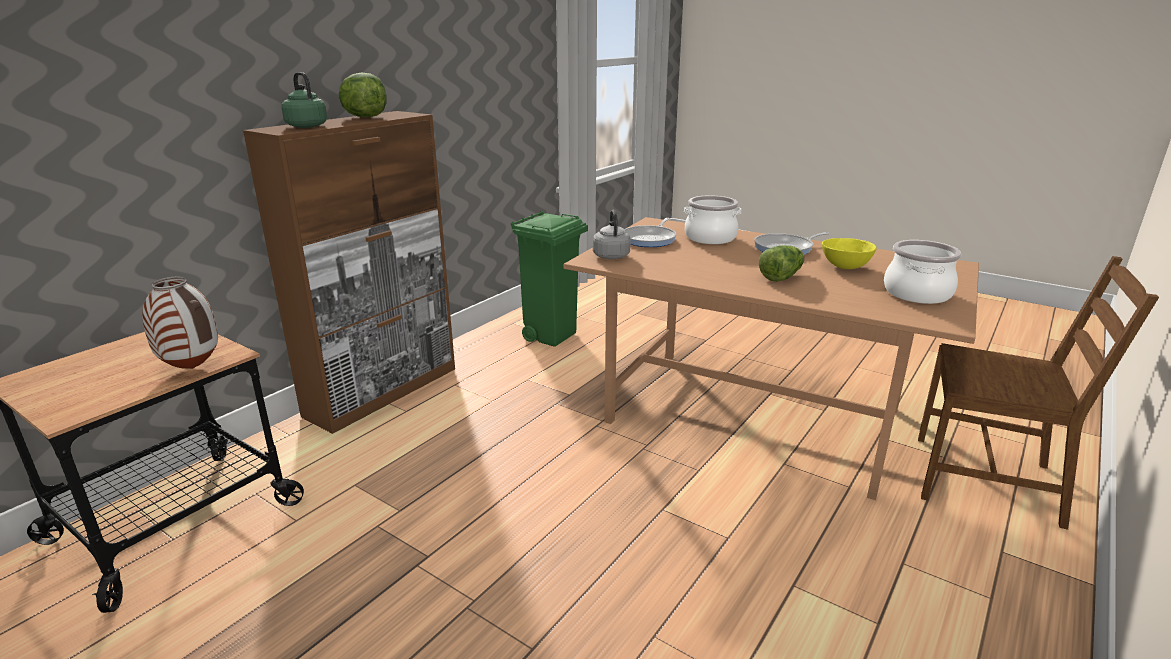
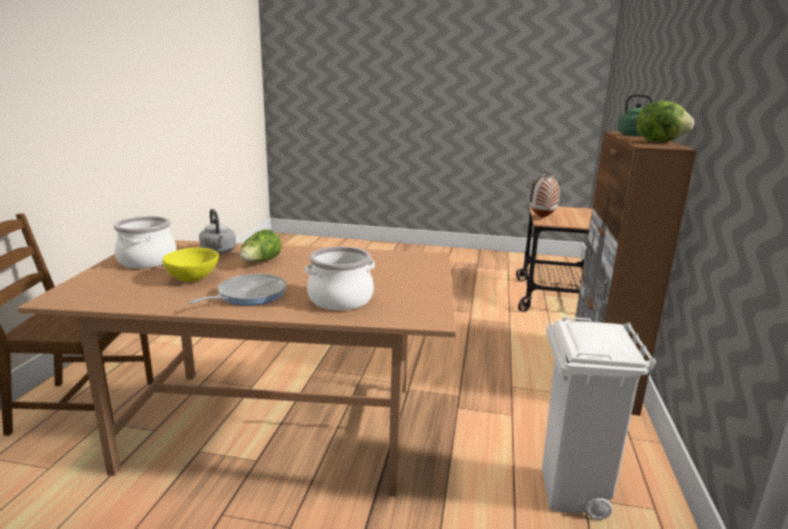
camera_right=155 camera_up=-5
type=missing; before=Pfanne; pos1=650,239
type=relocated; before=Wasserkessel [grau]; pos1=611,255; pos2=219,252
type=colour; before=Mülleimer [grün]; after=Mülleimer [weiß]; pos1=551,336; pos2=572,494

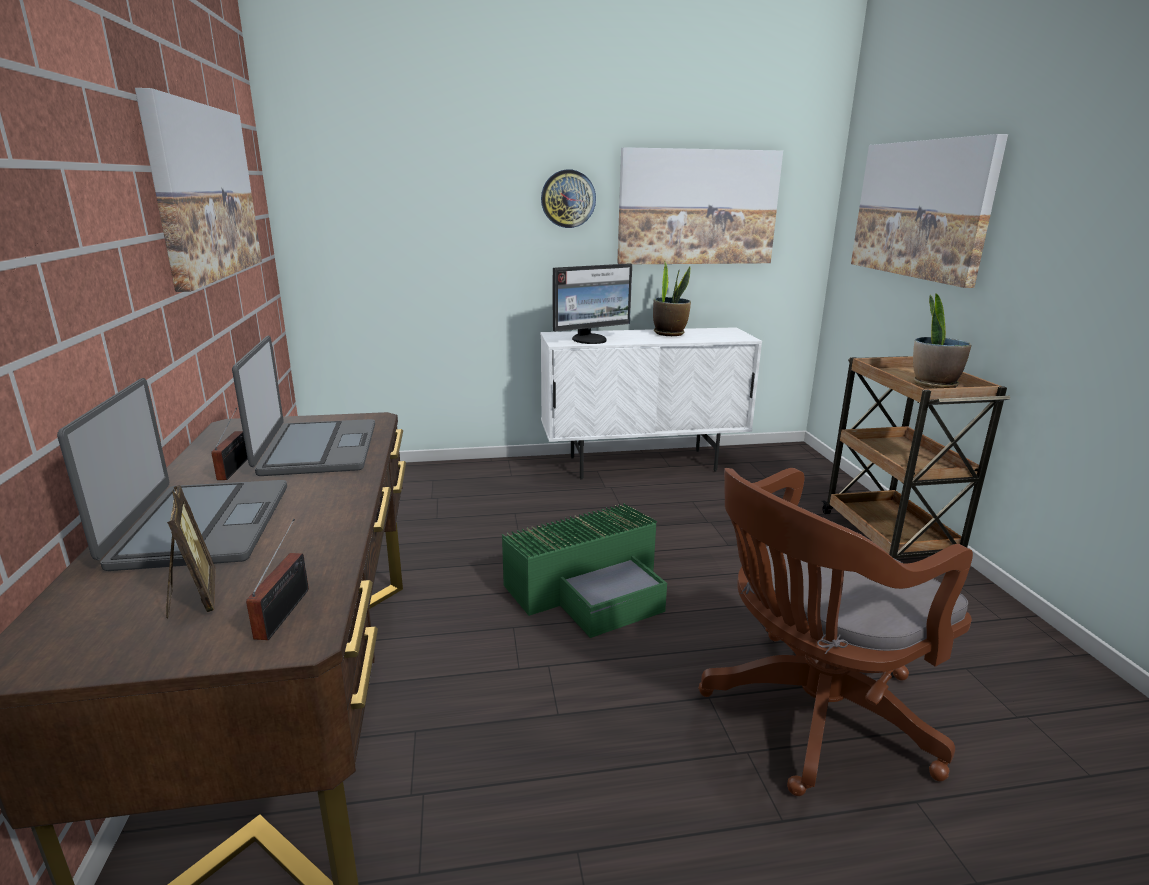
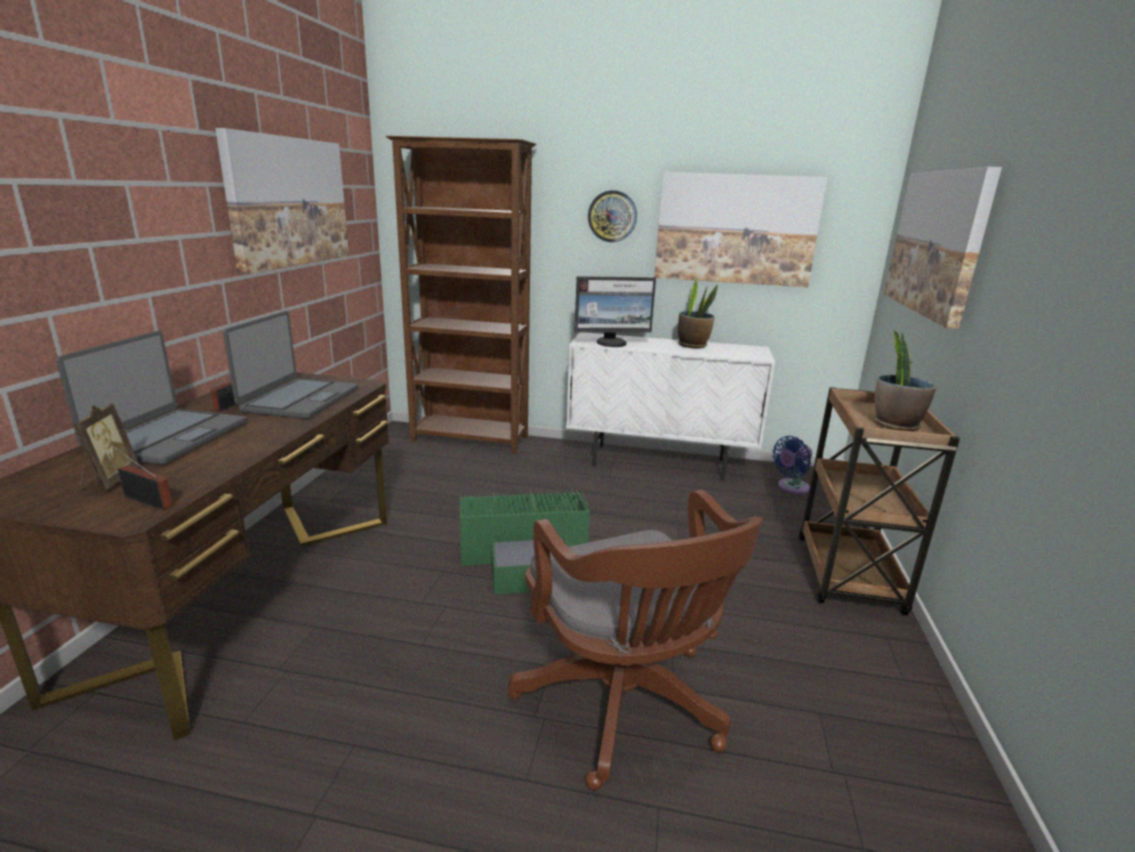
camera_right=20 camera_up=0
type=appeared; after=Bücherregal [braun]; pos2=470,440
type=appeared; after=Ventilator [blau]; pos2=791,488
type=spun; before=Radio; pos1=286,610; pos2=146,500; turn=-90
type=spun; before=Bürostuhl [braun]; pos1=809,715; pos2=624,707; turn=-105

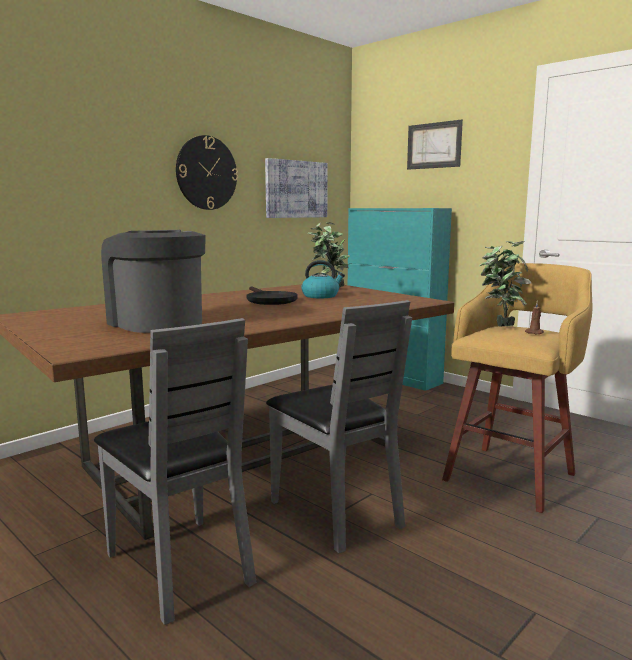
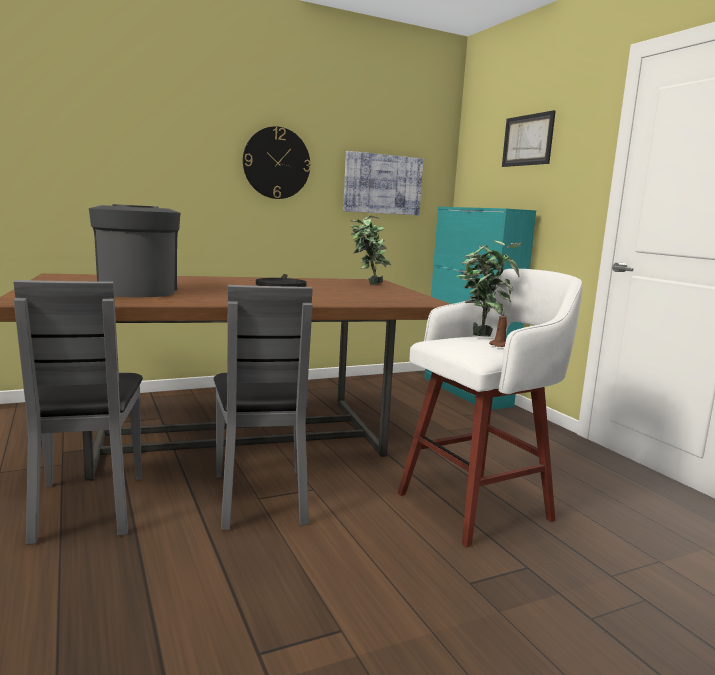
camera_right=20 camera_up=0
type=missing; before=Wasserkessel; pos1=321,296
type=colour; before=Hocker [gelb]; after=Hocker [weiß]; pos1=511,475; pos2=478,506

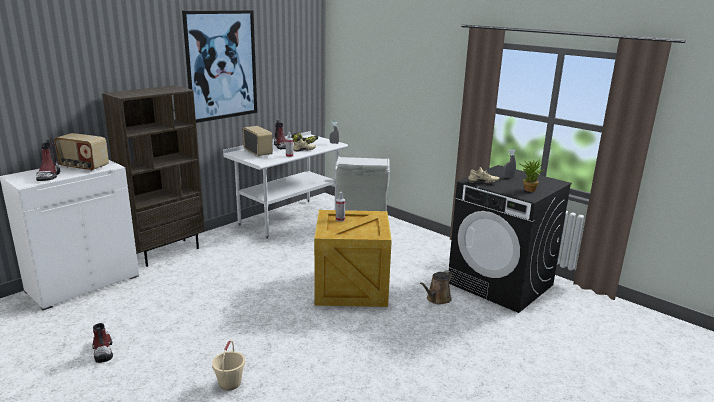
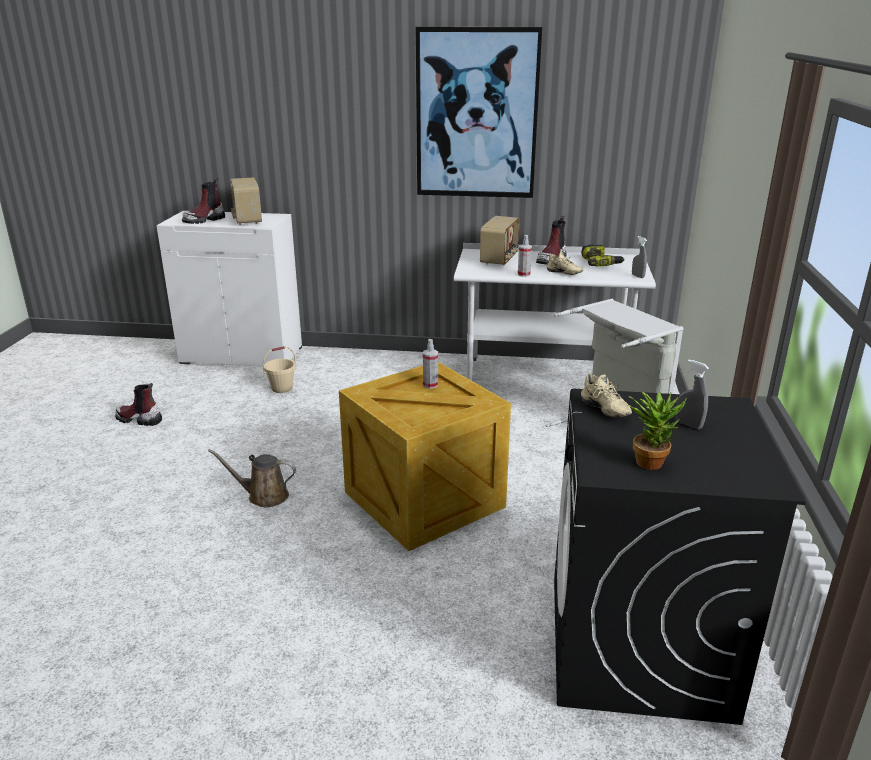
camera_right=55 camera_up=5
type=missing; before=Bücherregal [braun]; pos1=166,252
type=relocated; before=Eimer [beige]; pos1=229,383; pos2=282,388
type=relocated; before=Gießkanne [braun]; pos1=437,299; pos2=264,496
type=spun; before=Stiefel; pos1=102,350; pos2=138,419; turn=-105

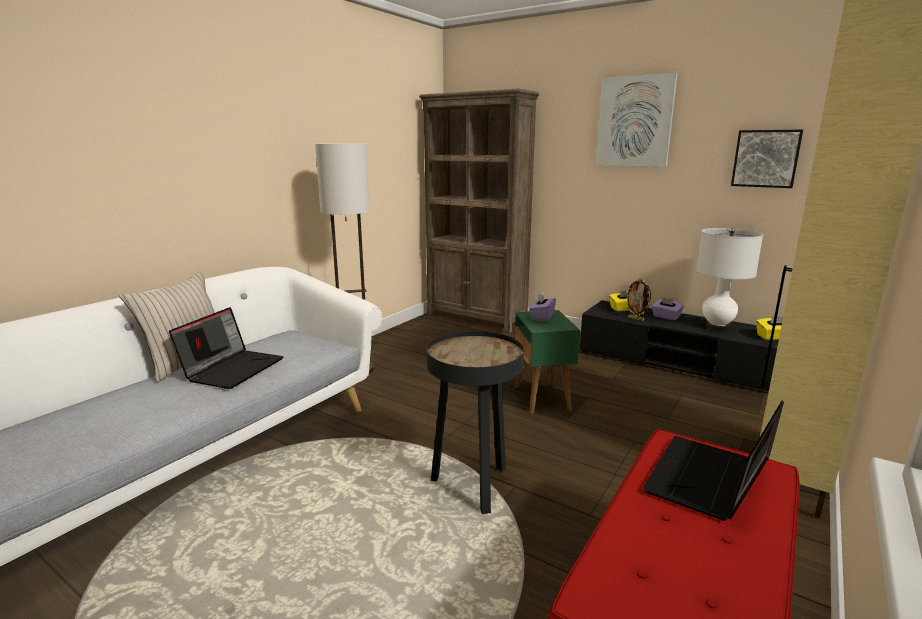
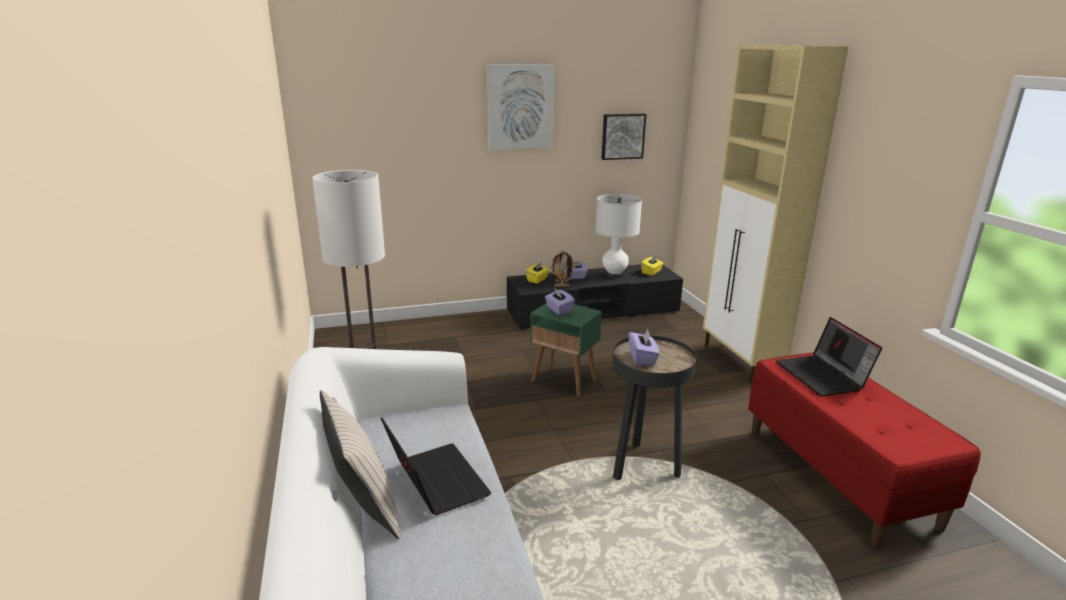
camera_right=-50 camera_up=5
type=missing; before=Bücherregal [braun]; pos1=476,319
type=appeared; after=Taschentuchbox [lila]; pos2=642,358

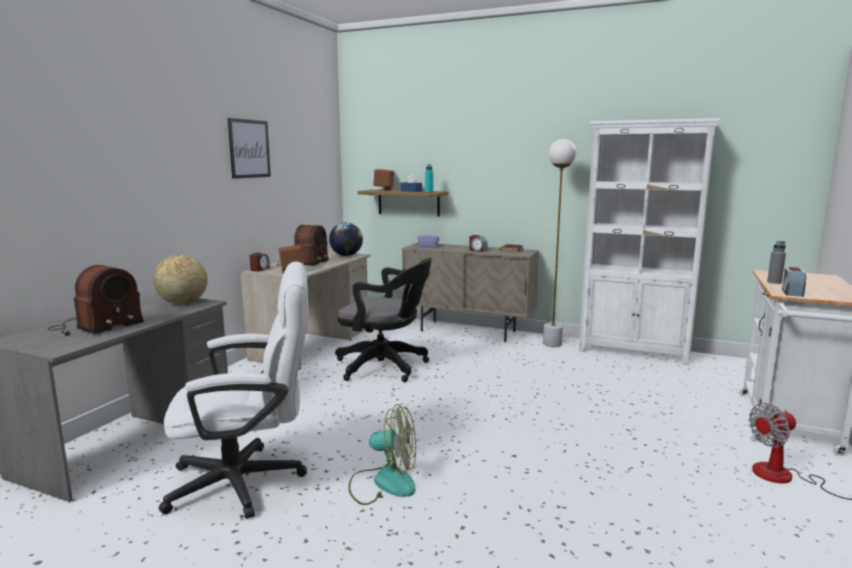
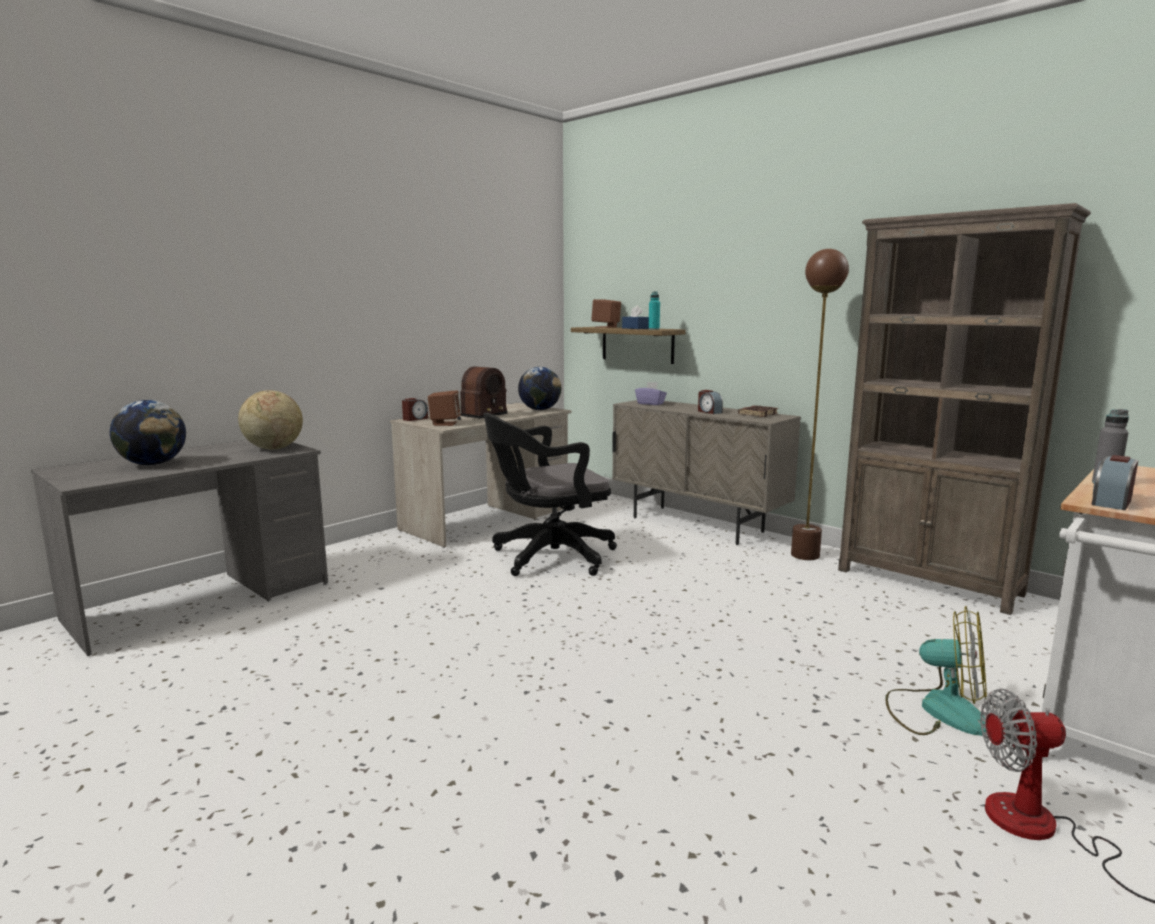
camera_right=20 camera_up=0
type=missing; before=Bürostuhl [weiß]; pos1=249,481
type=missing; before=Bild; pos1=249,149
type=relocated; before=Ventilator; pos1=383,483; pos2=937,711
type=exchanged; before=Radio; after=Globus; pos1=95,326; pos2=153,464
type=colour; before=Stehlampe [weiß]; after=Stehlampe [braun]; pos1=552,344; pos2=805,555
type=colour; before=Bücherregal [weiß]; after=Bücherregal [braun]; pos1=634,352; pos2=929,582
type=spun; before=Bürostuhl [schwarz]; pos1=386,367; pos2=548,557; turn=120

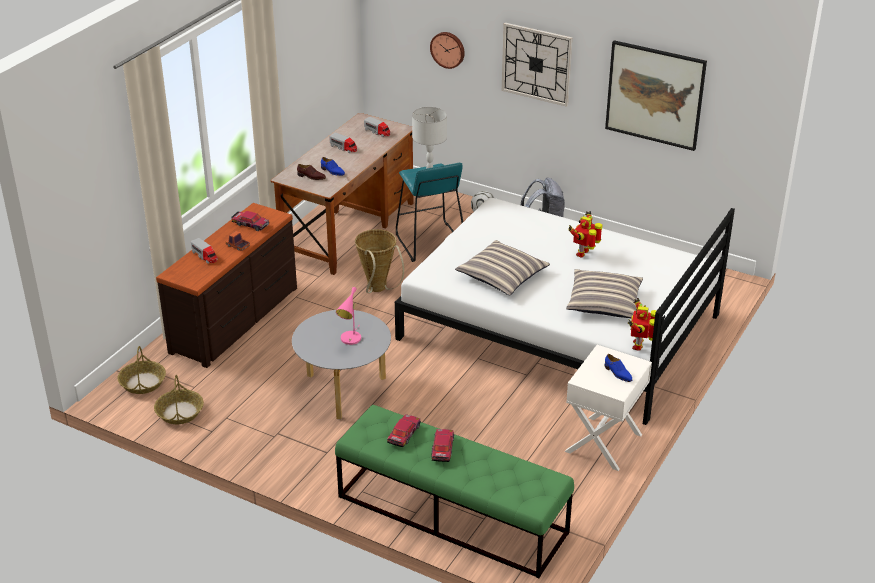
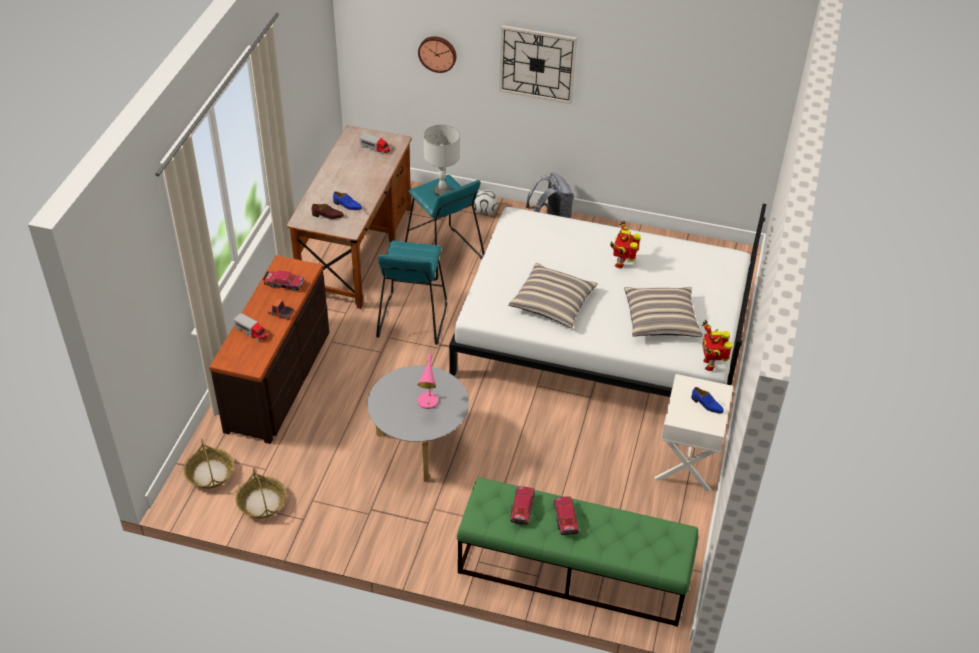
camera_right=-15 camera_up=10
type=missing; before=Spielzeuglaster; pos1=344,148
type=missing; before=Bild; pos1=655,95
type=exchanged; before=Korb; after=Hocker [türkis]; pos1=378,290; pos2=412,320

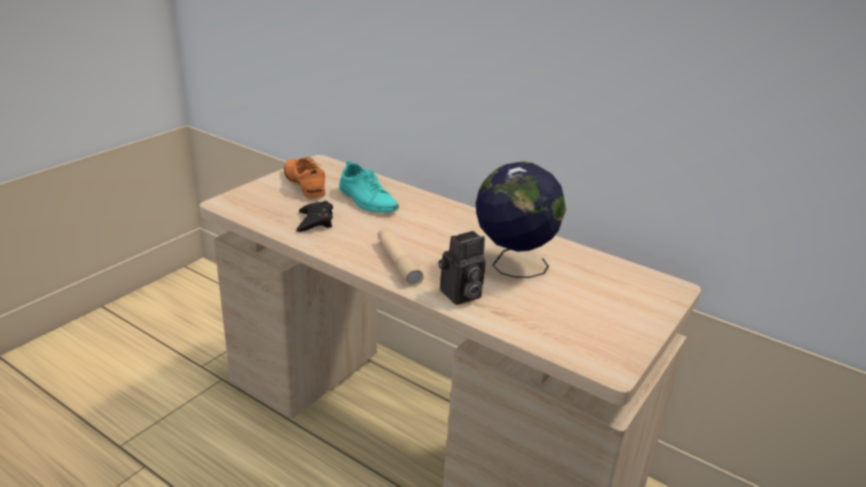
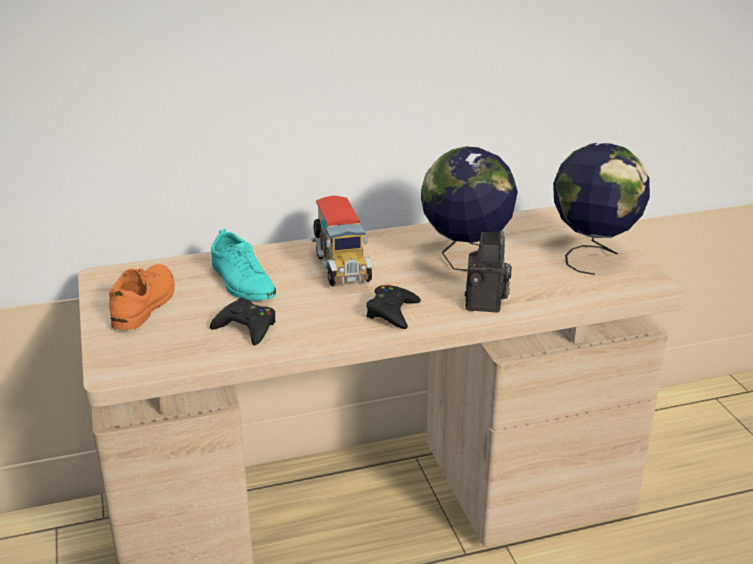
camera_right=-50 camera_up=0
type=appeared; after=Spielzeuglaster; pos2=341,268
type=appeared; after=Globus; pos2=592,256
type=exchanged; before=Taschenlampe [beige]; after=Gamepad [schwarz]; pos1=398,262; pos2=392,312
type=spun; before=Schuh [orange]; pos1=304,183; pos2=144,303; turn=90
type=spun; before=Schuh [türkis]; pos1=367,200; pos2=242,282; turn=60

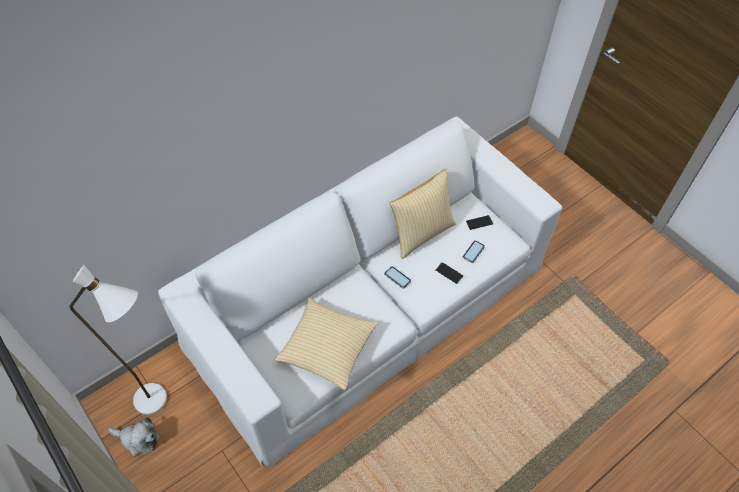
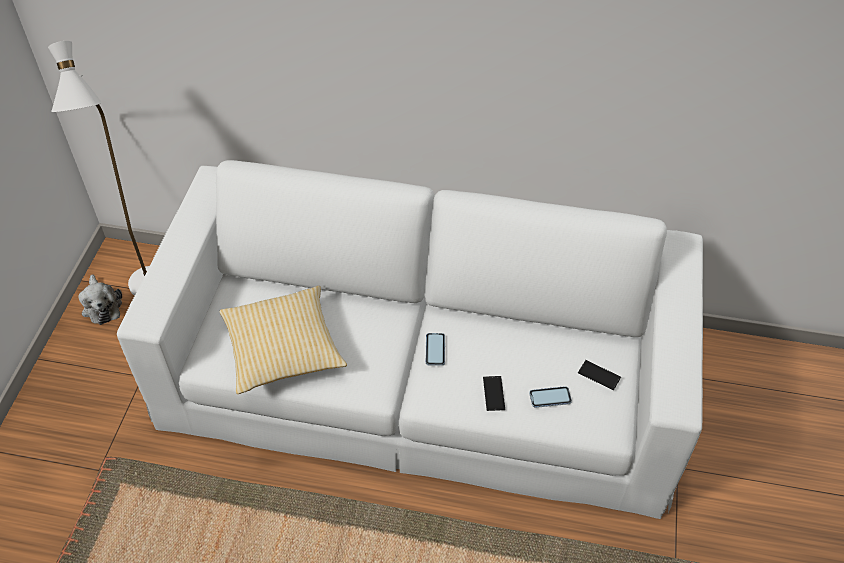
camera_right=50 camera_up=-5
type=missing; before=Kissen; pos1=420,233

